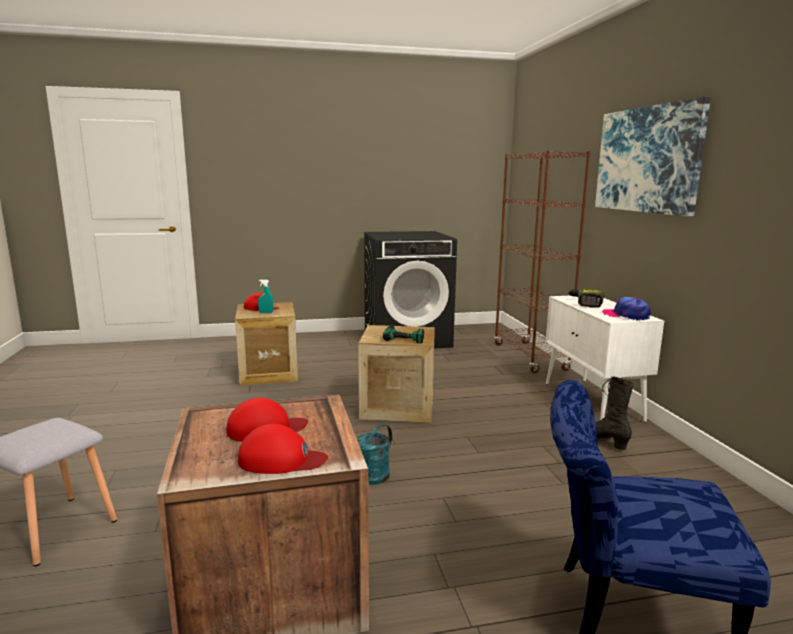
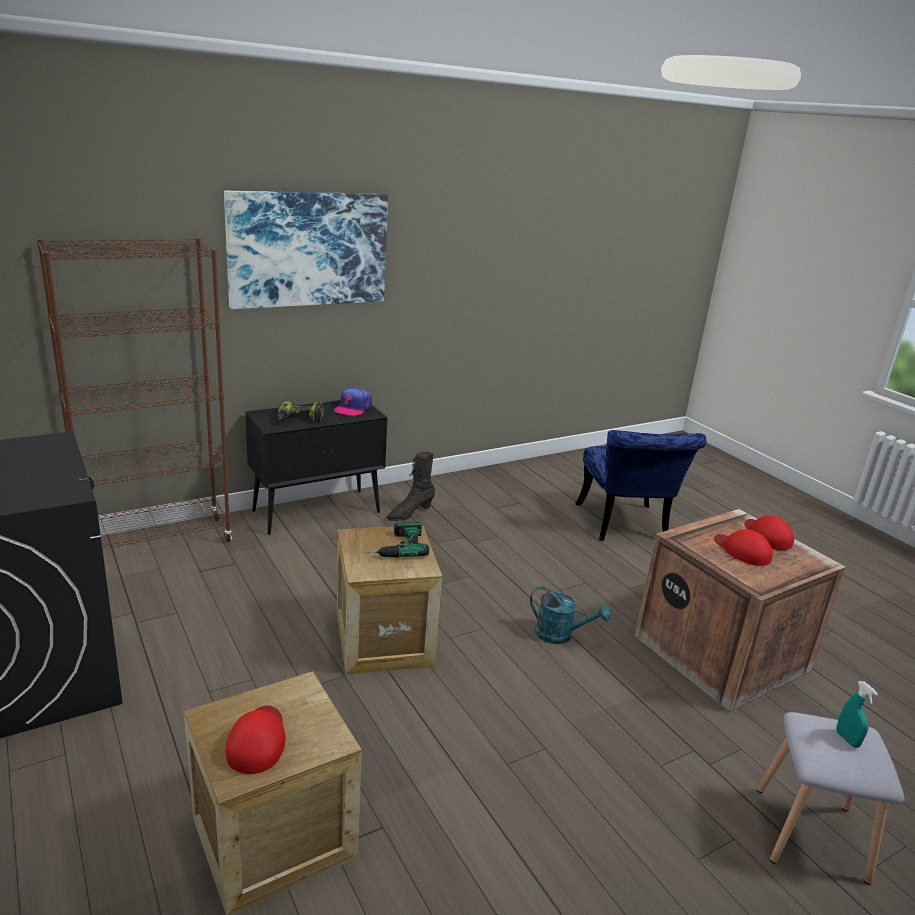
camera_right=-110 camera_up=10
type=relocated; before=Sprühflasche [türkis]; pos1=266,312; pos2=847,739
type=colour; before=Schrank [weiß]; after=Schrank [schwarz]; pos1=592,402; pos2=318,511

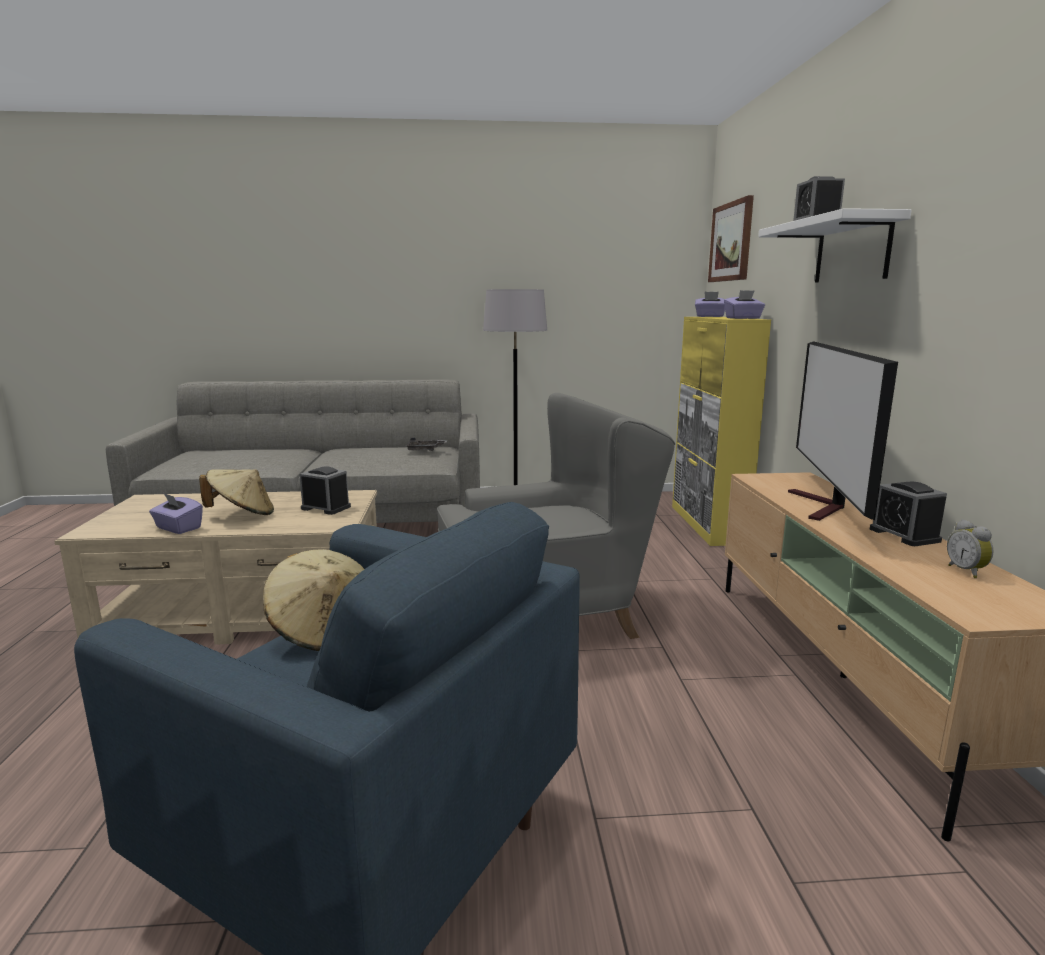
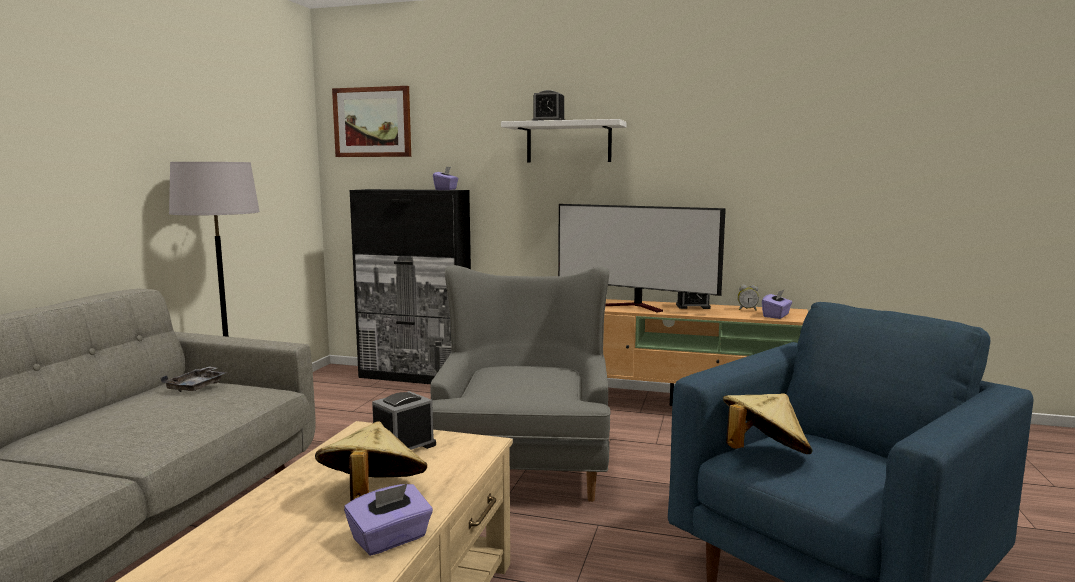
camera_right=-70 camera_up=-5
type=relocated; before=Taschentuchbox [lila]; pos1=710,316; pos2=776,316
type=colour; before=Schrank [gelb]; after=Schrank [schwarz]; pos1=707,524; pos2=416,377

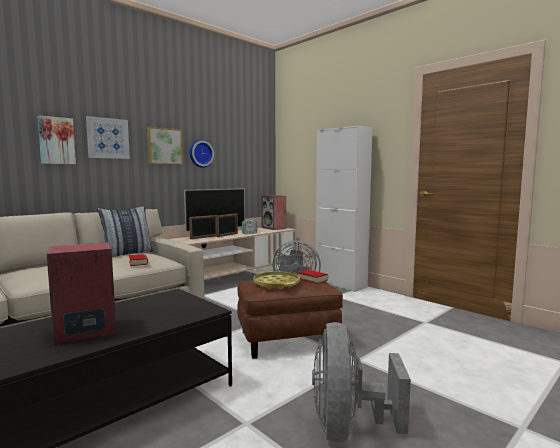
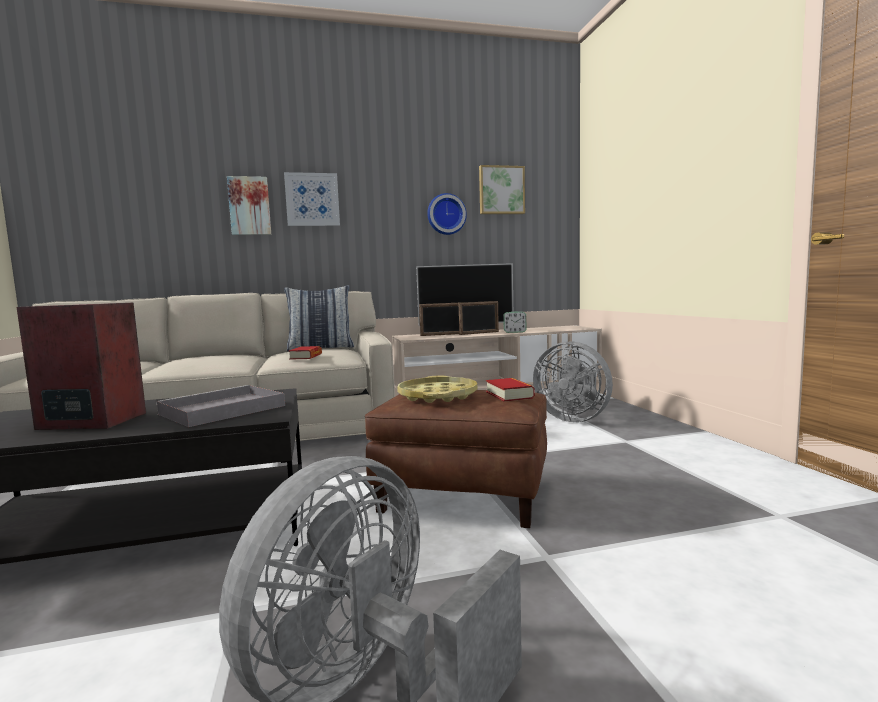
camera_right=30 camera_up=0
type=missing; before=Lautsprecher; pos1=274,228
type=missing; before=Schrank [weiß]; pos1=340,284
type=appeared; after=Tablett [grau]; pos2=220,410
type=relocated; before=Bild; pos1=164,146; pos2=501,190

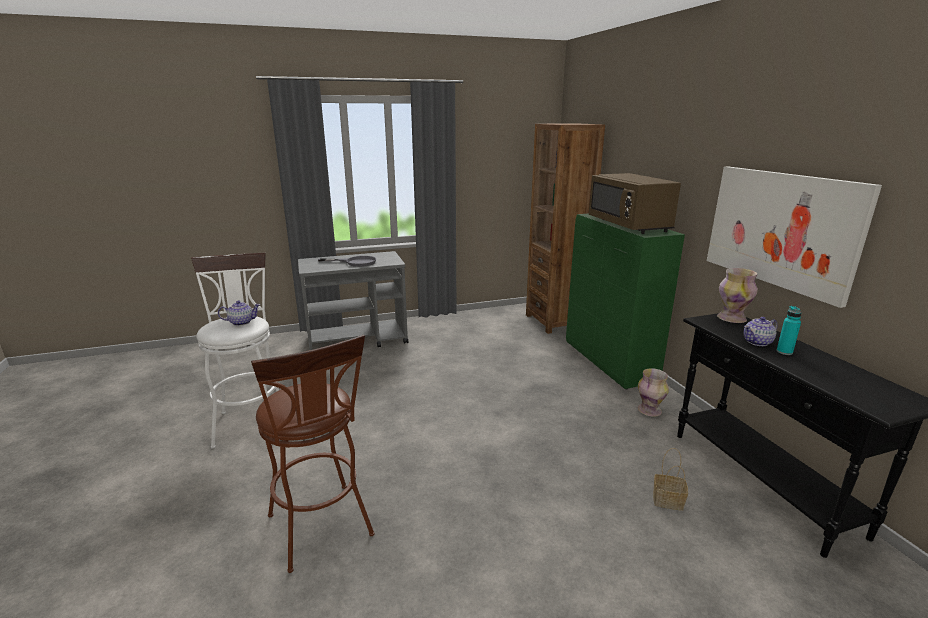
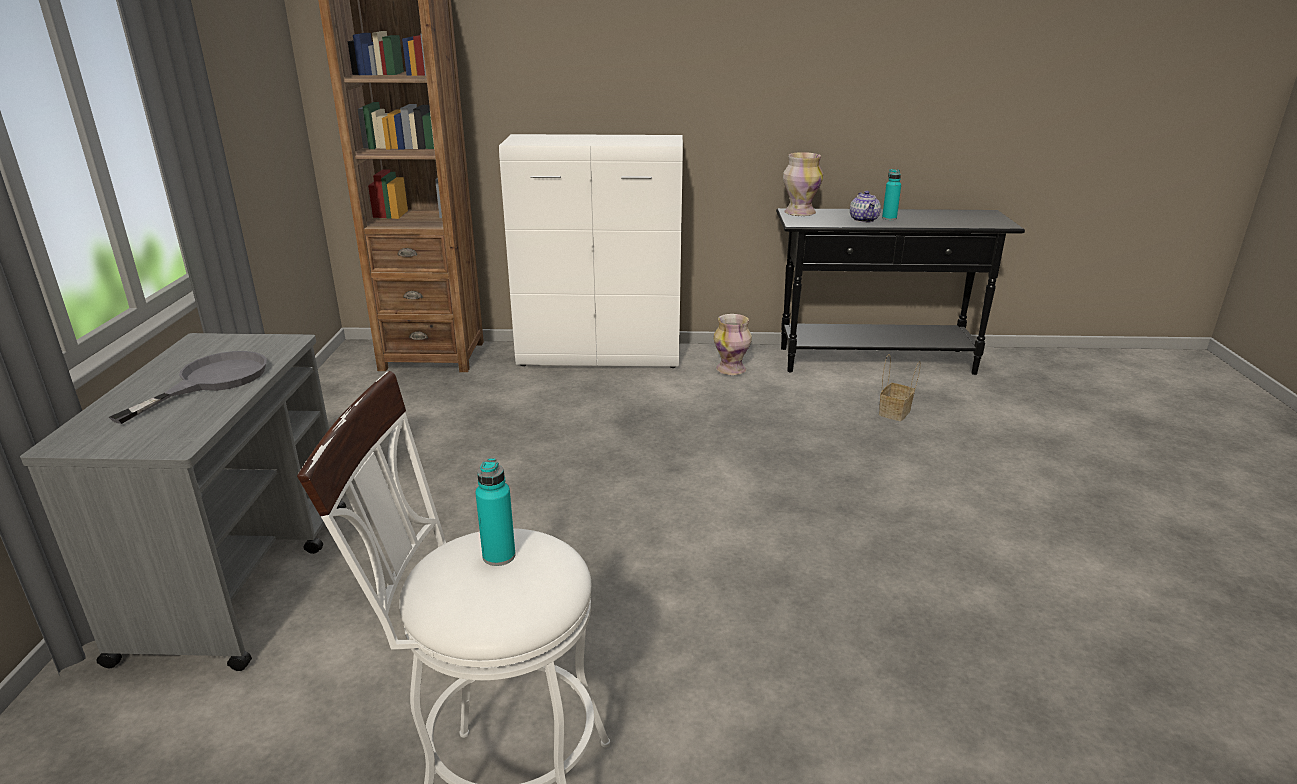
camera_right=-70 camera_up=5
type=missing; before=Hocker [braun]; pos1=323,531
type=missing; before=Mikrowelle [braun]; pos1=629,225
type=missing; before=Bild; pos1=781,229
type=exchanged; before=Teekanne; after=Flasche [türkis]; pos1=242,322; pos2=499,556
type=colour; before=Schrank [grün]; after=Schrank [weiß]; pos1=609,363; pos2=601,357

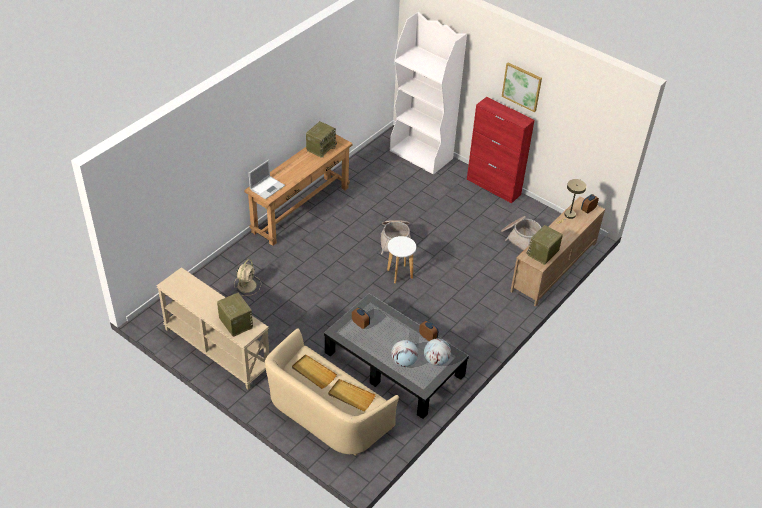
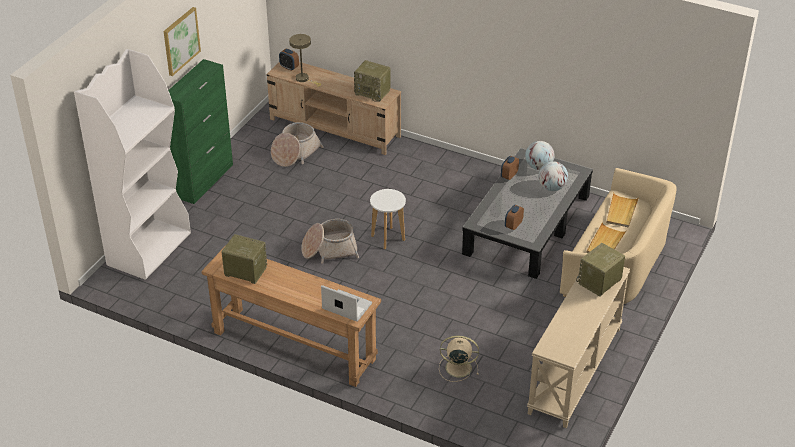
camera_right=-100 camera_up=-5
type=colour; before=Schrank [rot]; after=Schrank [grün]; pos1=493,187; pos2=205,180

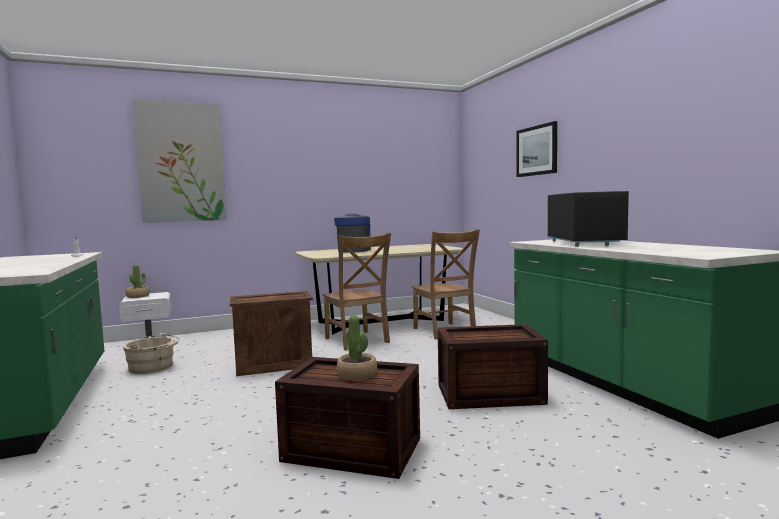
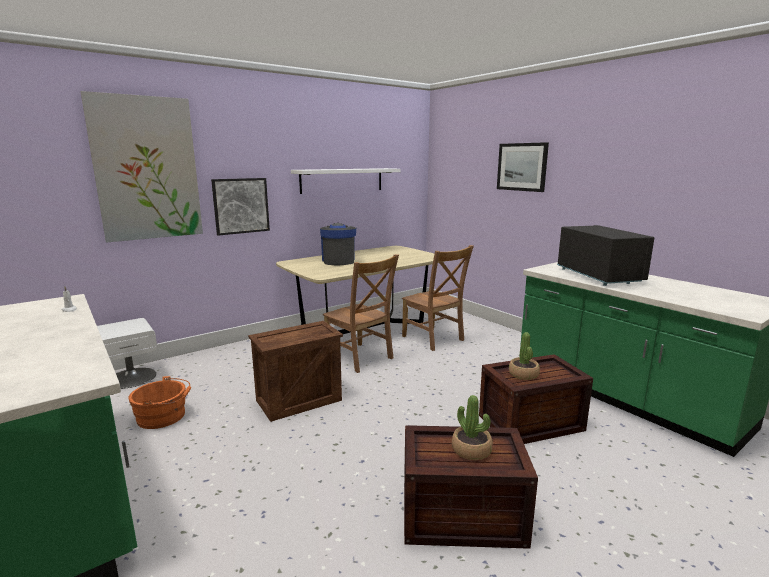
camera_right=-15 camera_up=10
type=appeared; after=Bild; pos2=241,205
type=appeared; after=Wandregal [weiß]; pos2=342,180
type=relocated; before=Topfpflanze; pos1=138,296; pos2=523,374
type=colour; before=Eimer [beige]; after=Eimer [orange]; pos1=153,367; pos2=164,416

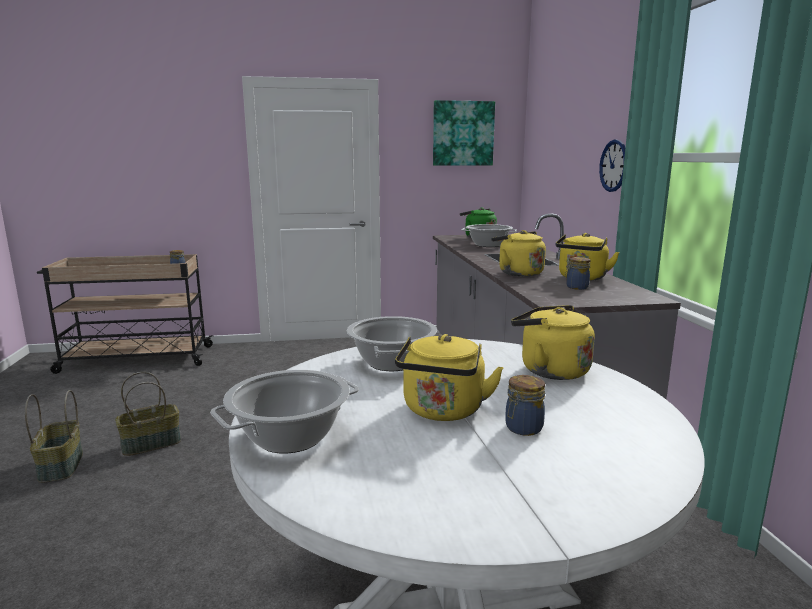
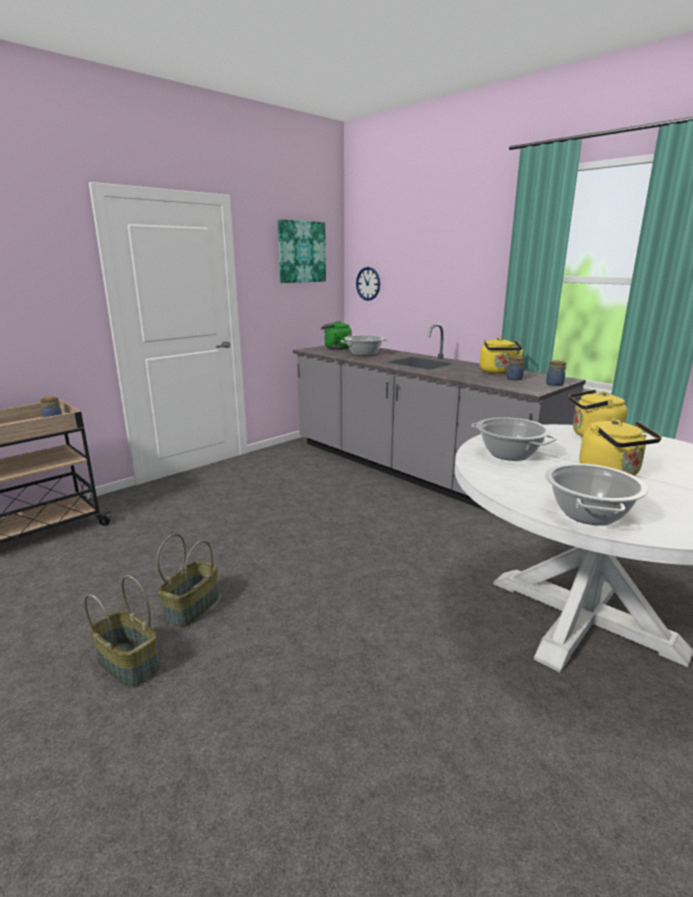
camera_right=-35 camera_up=5
type=missing; before=Wasserkessel [gelb]; pos1=517,273
type=relocated; before=Vorratsglas; pos1=522,428; pos2=554,384
type=relocated; before=Wanduhr; pos1=613,166; pos2=368,283

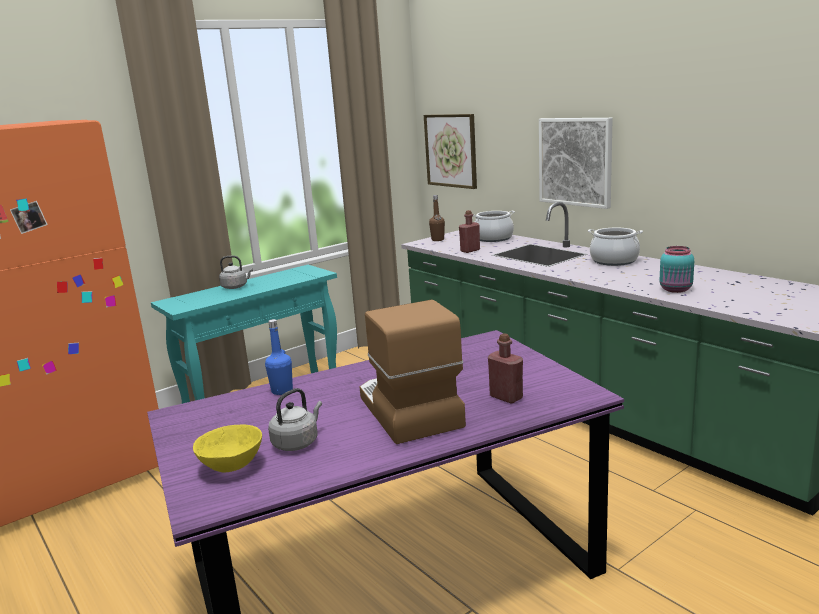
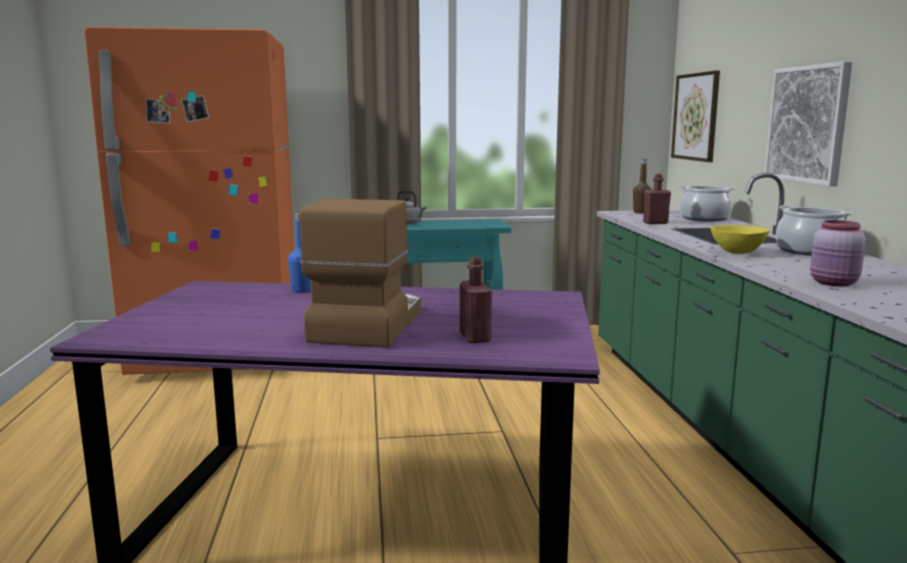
camera_right=30 camera_up=-5
type=missing; before=Wasserkessel [grau]; pos1=297,442
type=relocated; before=Schüssel [gelb]; pos1=232,466; pos2=737,252
type=colour; before=Vorratsglas [türkis]; after=Vorratsglas [rosa]; pos1=676,290; pos2=834,283

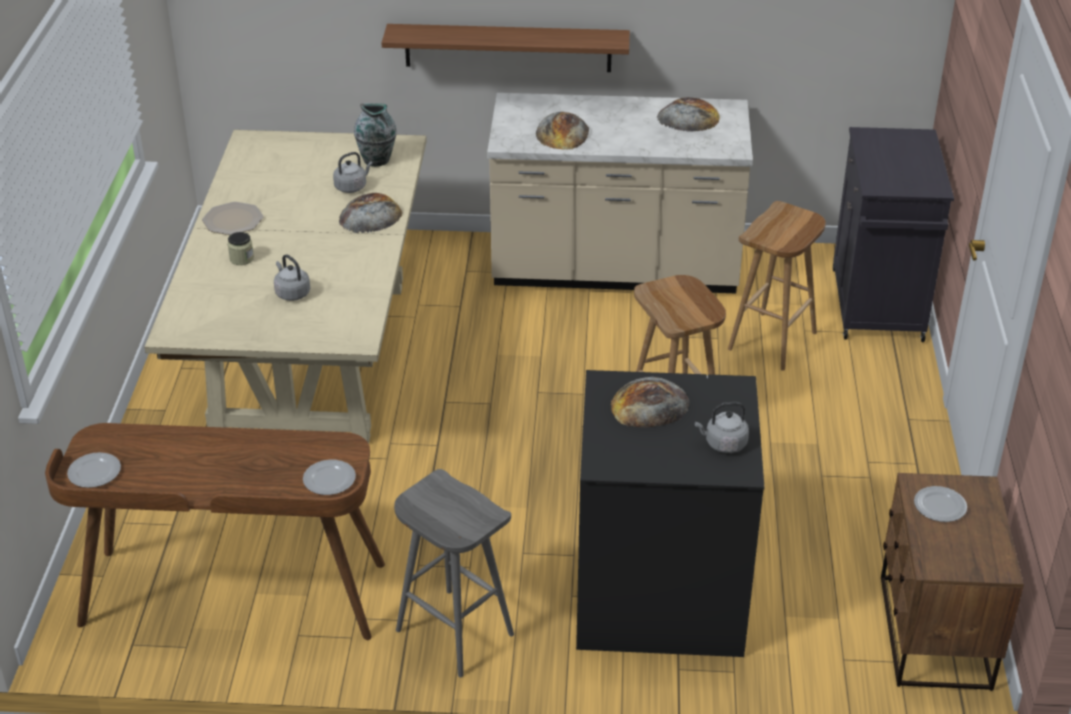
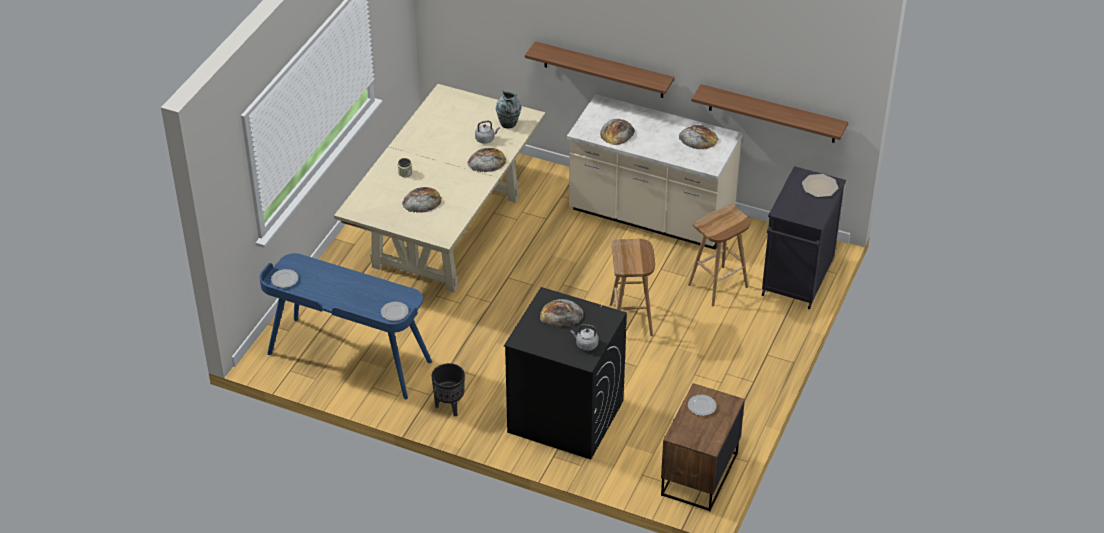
camera_right=20 camera_up=5
type=appeared; after=Wandregal; pos2=772,114
type=relocated; before=Teller; pos1=232,220; pos2=819,186
type=exchanged; before=Wasserkessel [grau]; after=Brot; pos1=291,293; pos2=422,201
type=exchanged; before=Hocker [grau]; after=Pflanzkübel [schwarz]; pos1=452,632; pos2=449,406
type=colour; before=Schreibtisch [braun]; after=Schreibtisch [blau]; pos1=233,596; pos2=348,358

